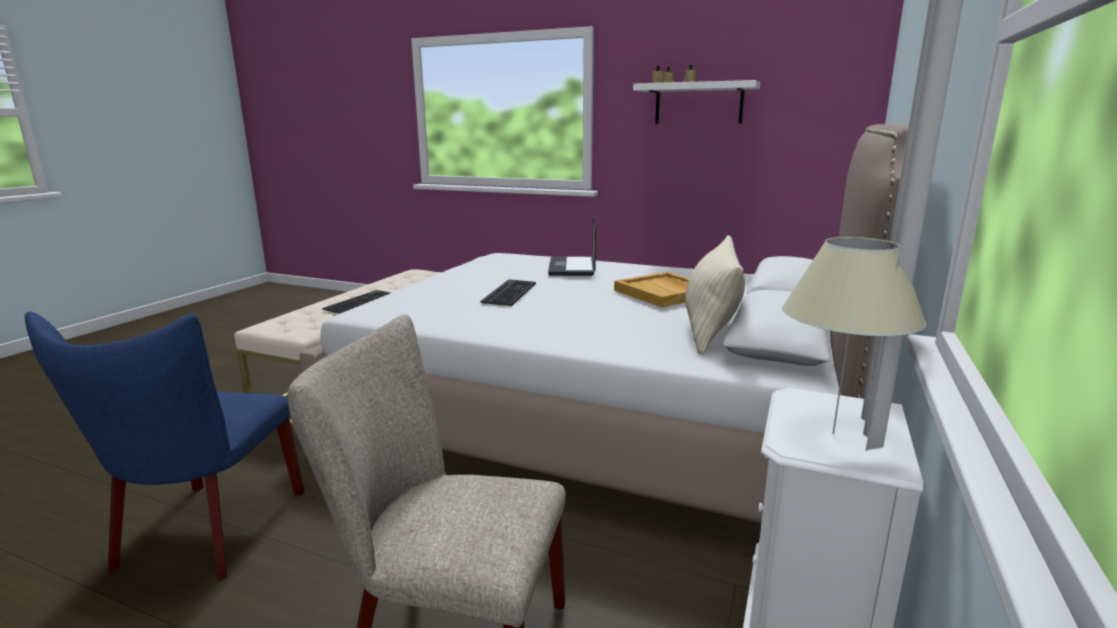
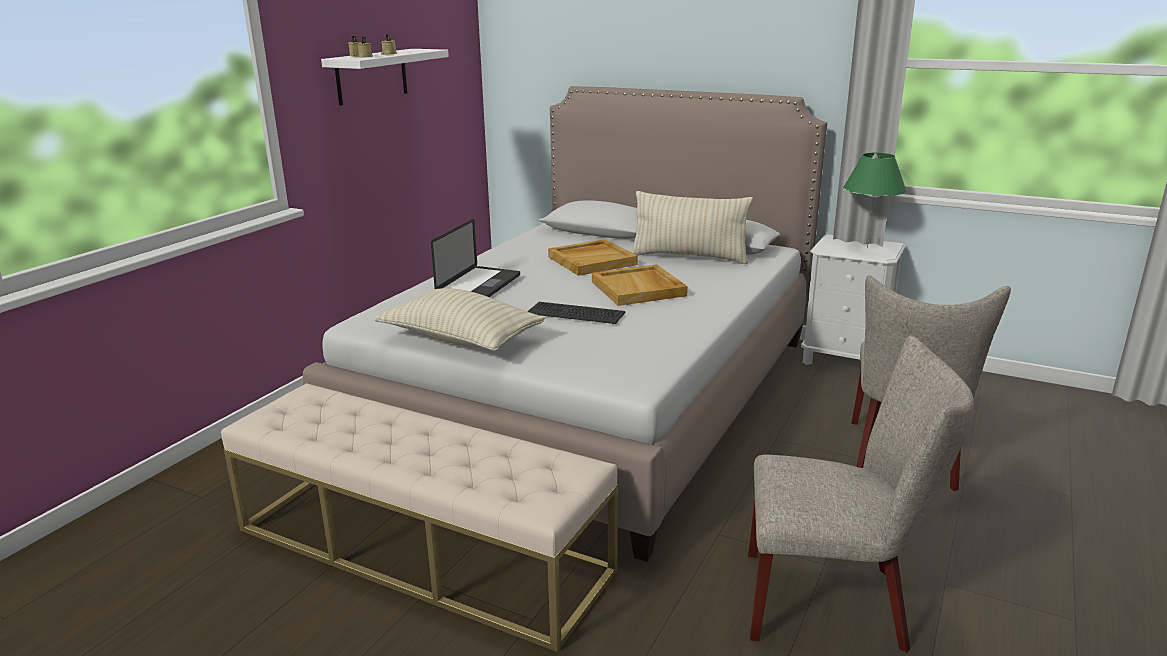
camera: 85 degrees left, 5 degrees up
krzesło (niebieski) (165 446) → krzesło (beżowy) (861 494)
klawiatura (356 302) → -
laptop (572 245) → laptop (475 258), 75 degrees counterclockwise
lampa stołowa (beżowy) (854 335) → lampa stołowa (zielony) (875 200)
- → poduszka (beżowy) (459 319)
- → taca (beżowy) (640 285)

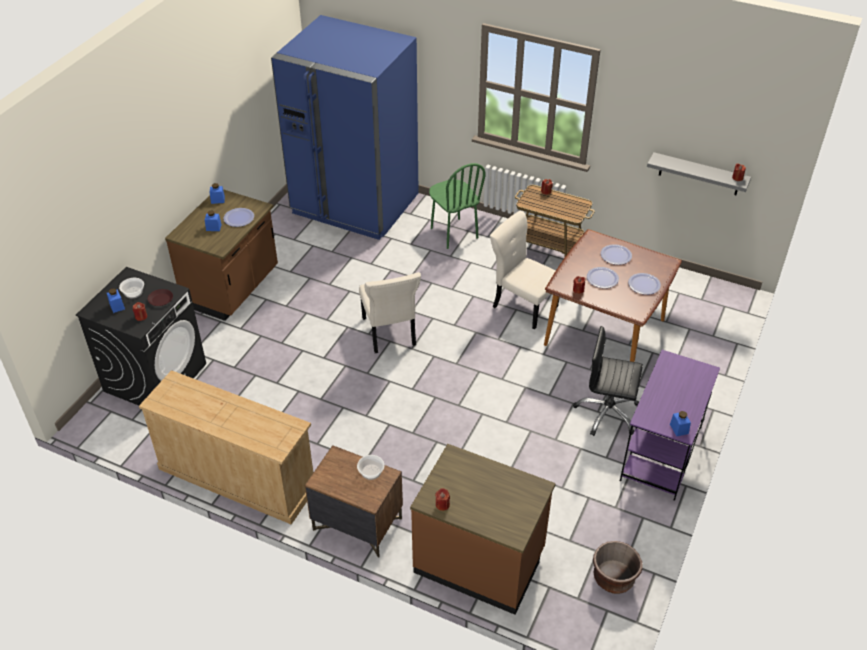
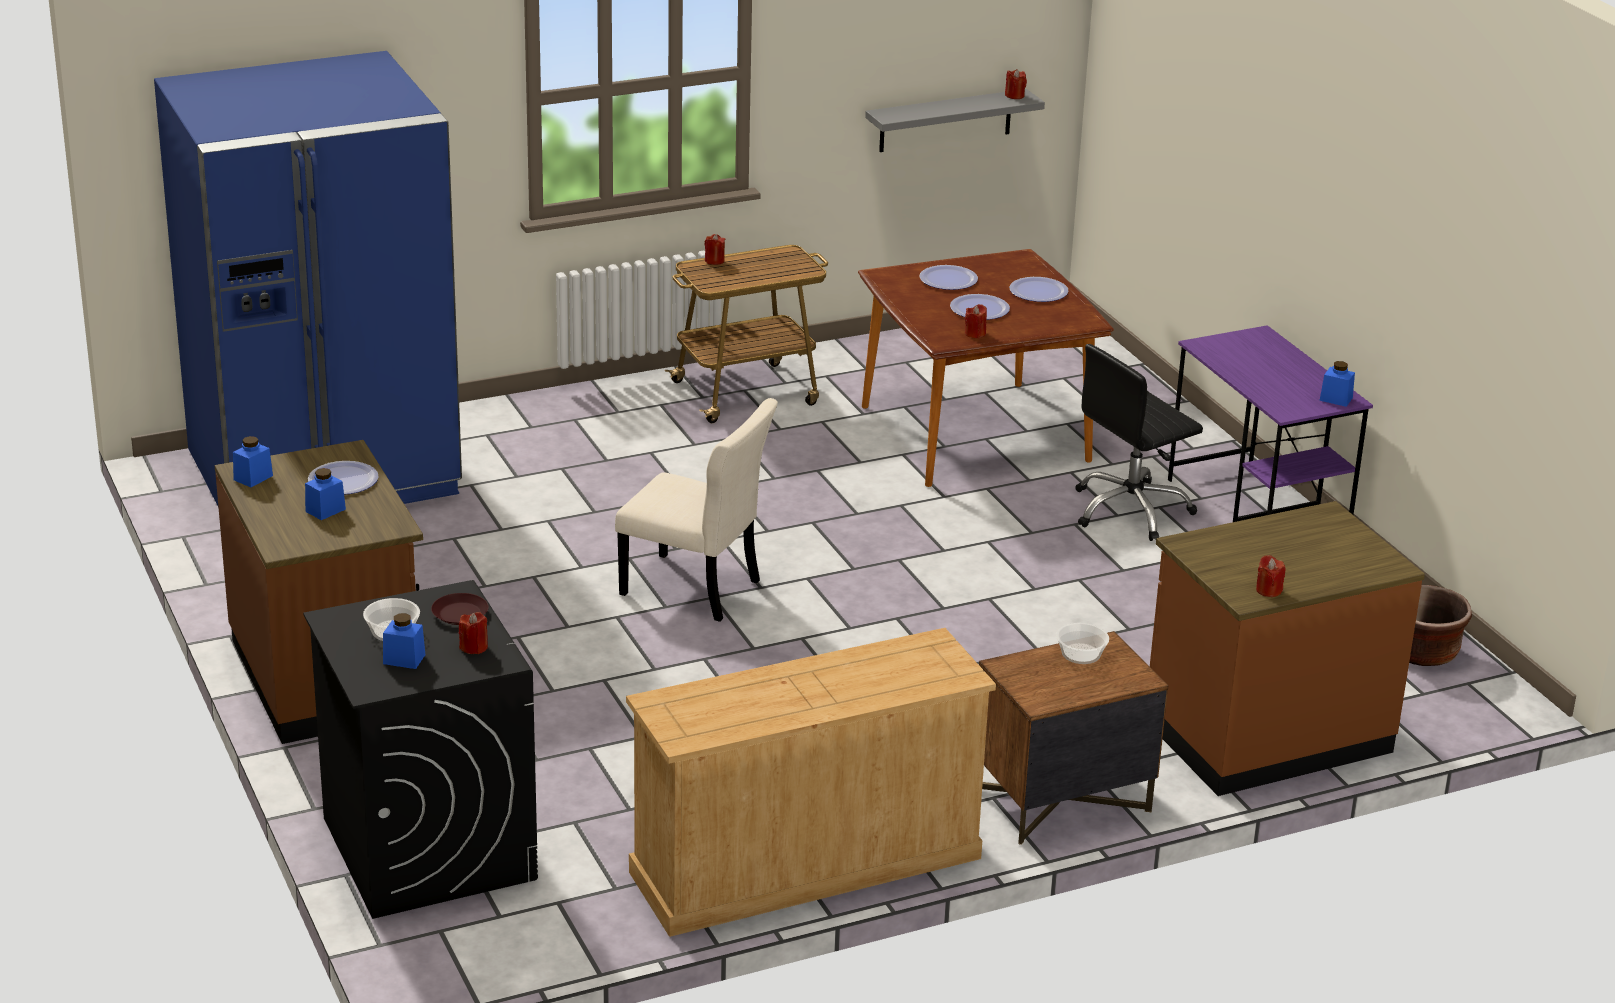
camera: 50 degrees left, 15 degrees down
krzesło (zielony) (457 206) → -
krzesło (beżowy) (524 270) → -

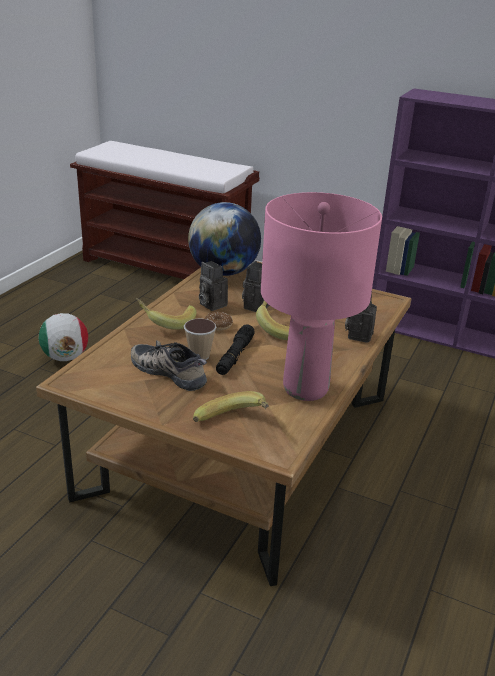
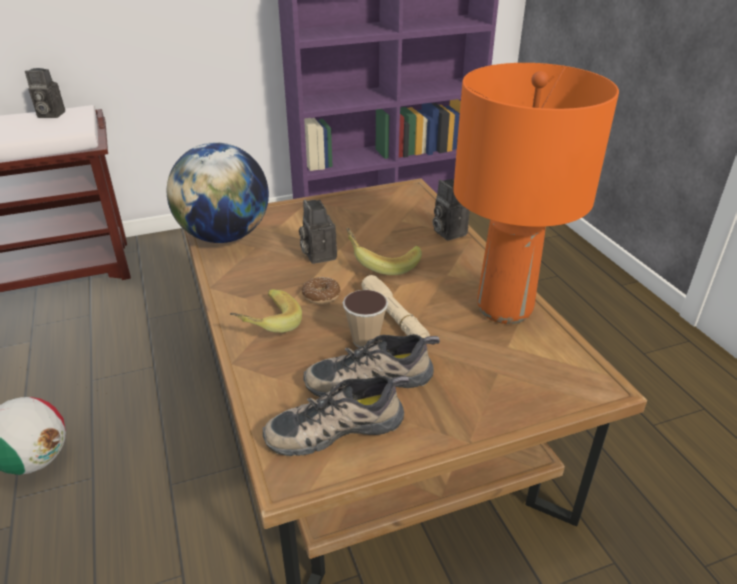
camera: 45 degrees left, 5 degrees up
banan (231 406) → -
aparat fotograficzny (213 286) → aparat fotograficzny (45 93), relocated
latarka (czarny) (235 349) → latarka (beżowy) (395 306)
lampa stołowa (różowy) (321 296) → lampa stołowa (pomarańczowy) (536 193)
- → but (336 416)

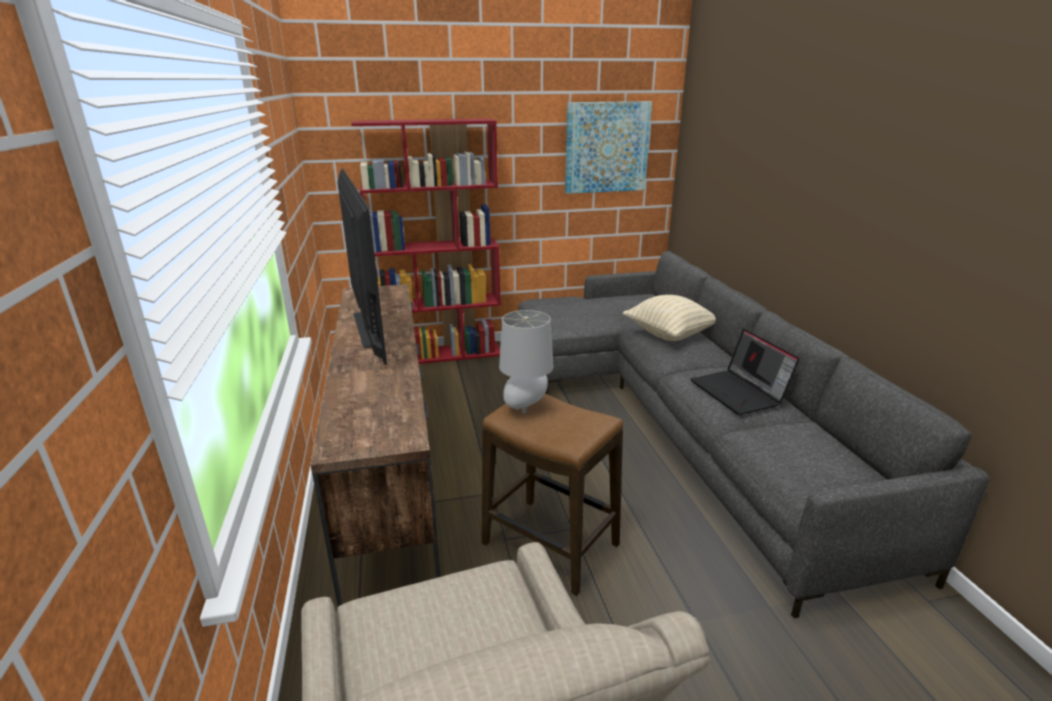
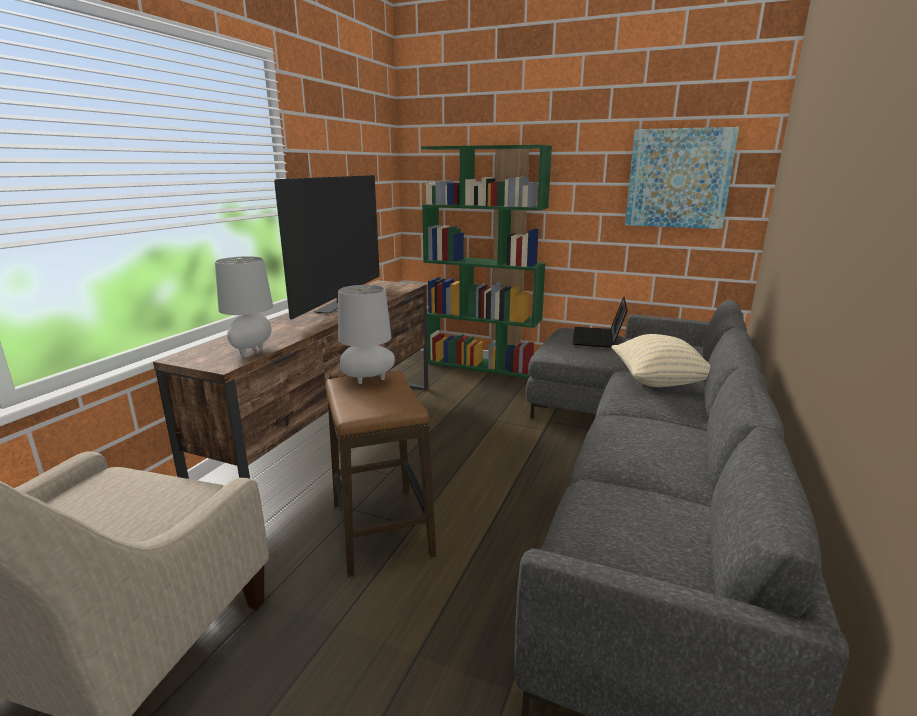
camera: 35 degrees right, 5 degrees down
regał (czerwony) (426 241) → regał (zielony) (486 261)
laptop (744 372) → laptop (600 322), relocated
- → lampa stołowa (szary) (244 306)

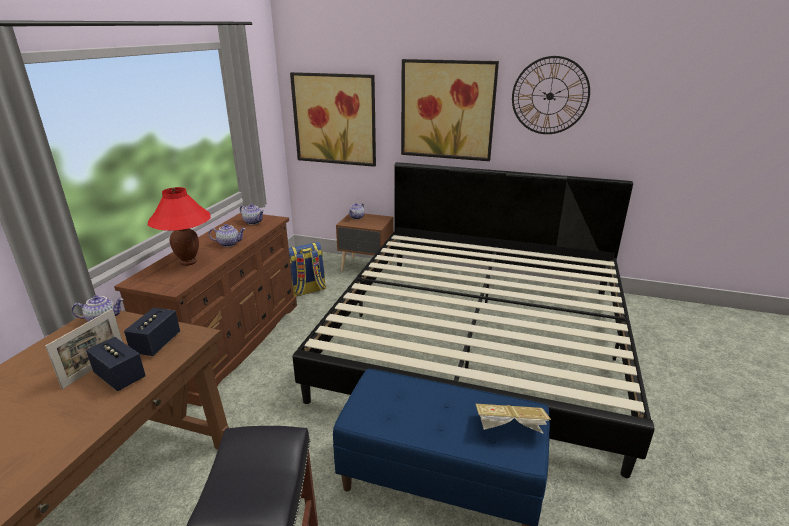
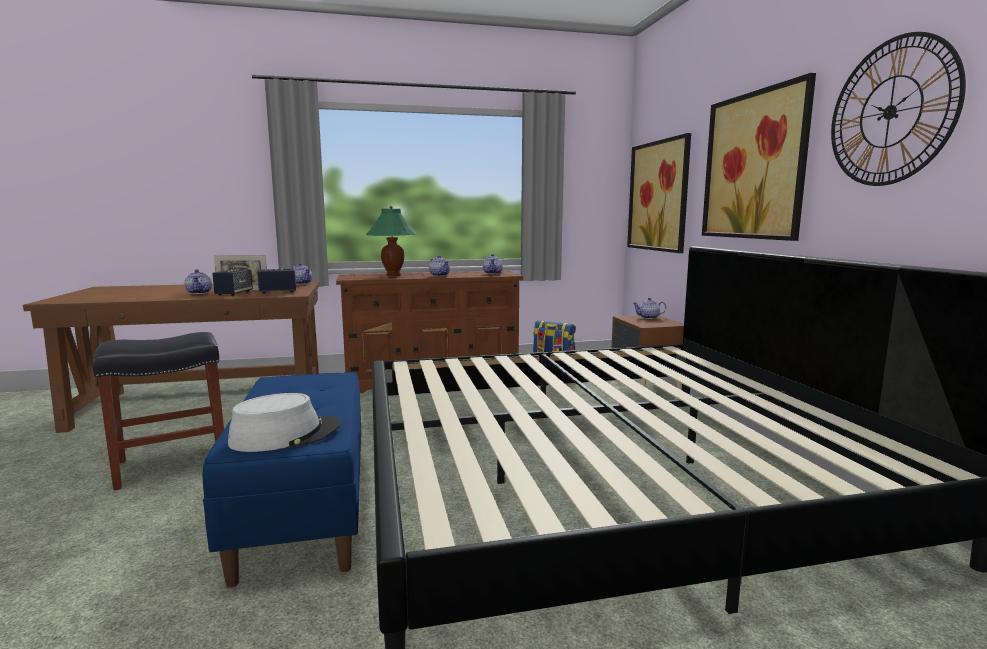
camera: 60 degrees right, 15 degrees down
lampa stołowa (czerwony) (179 226) → lampa stołowa (zielony) (391 241)
książka (513 419) → kapelusz (szary) (284 422)
- → imbryk (198 281)

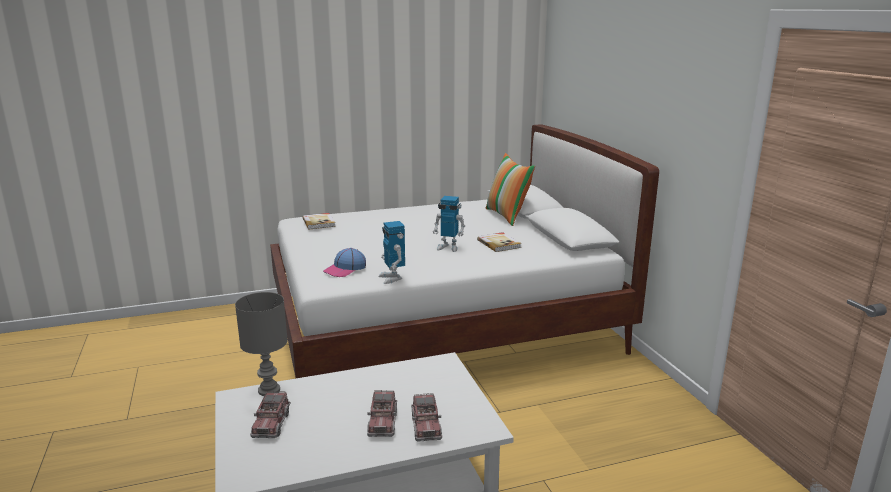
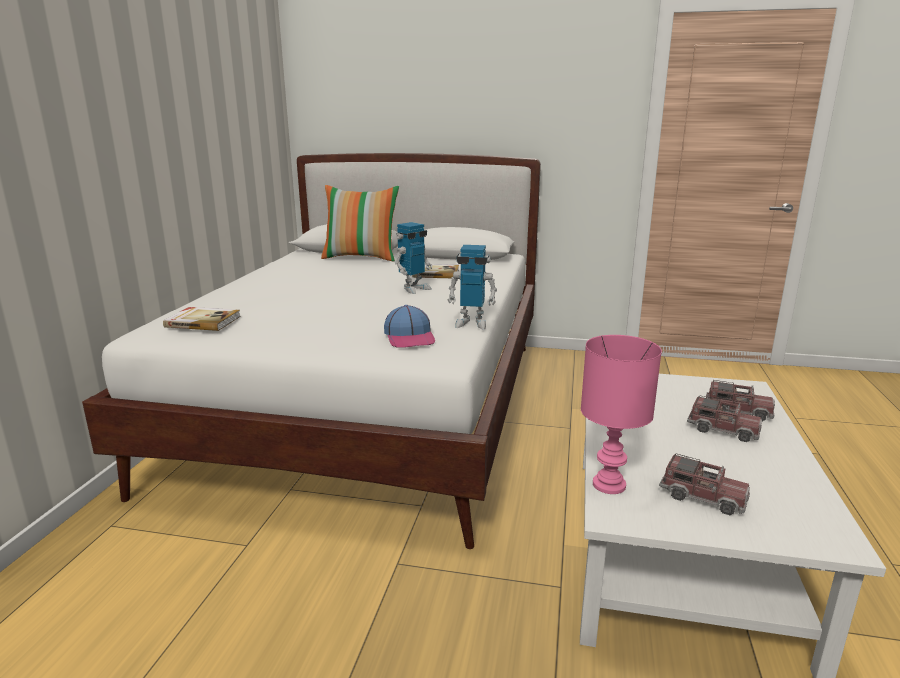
camera: 60 degrees left, 0 degrees up
lampa stołowa (szary) (261 344) → lampa stołowa (różowy) (621 414)

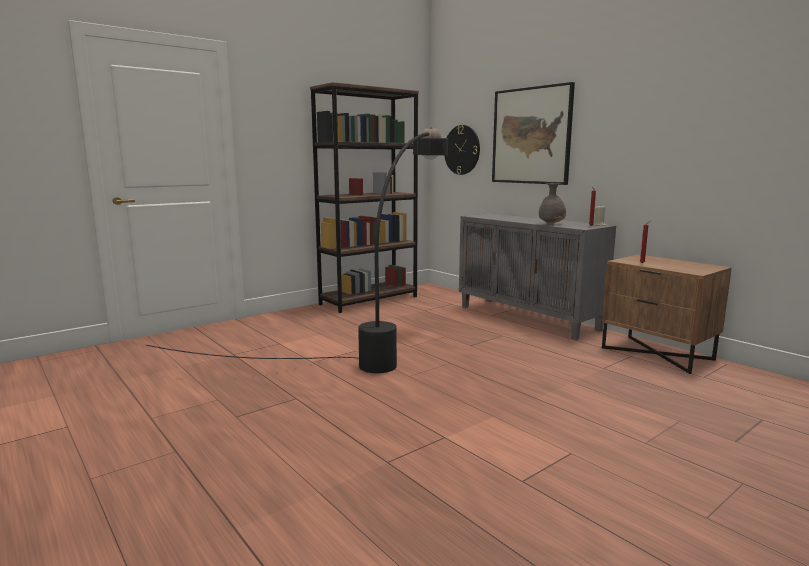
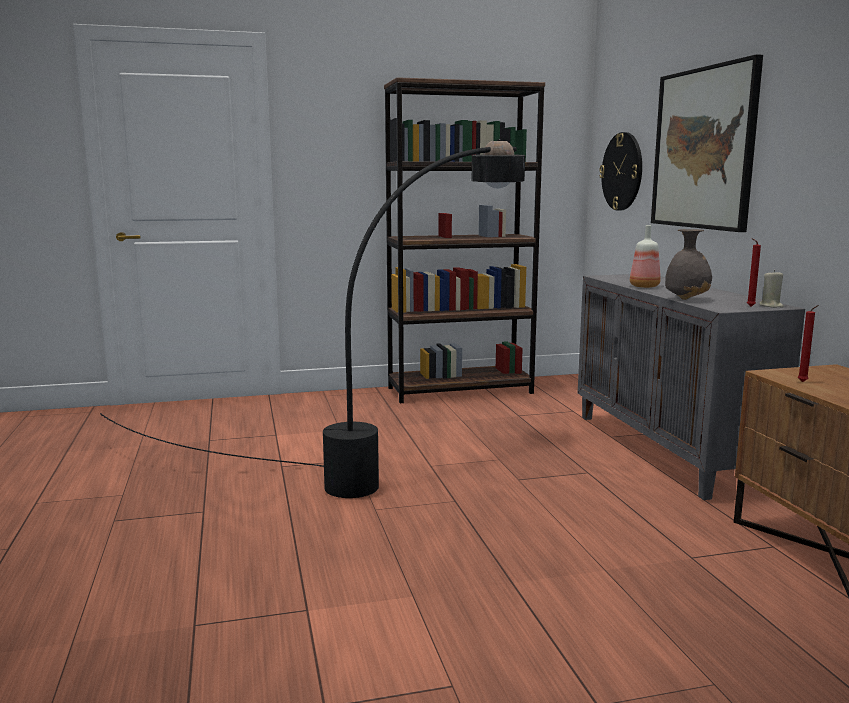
camera: 25 degrees right, 0 degrees up
- → butelka (645 256)

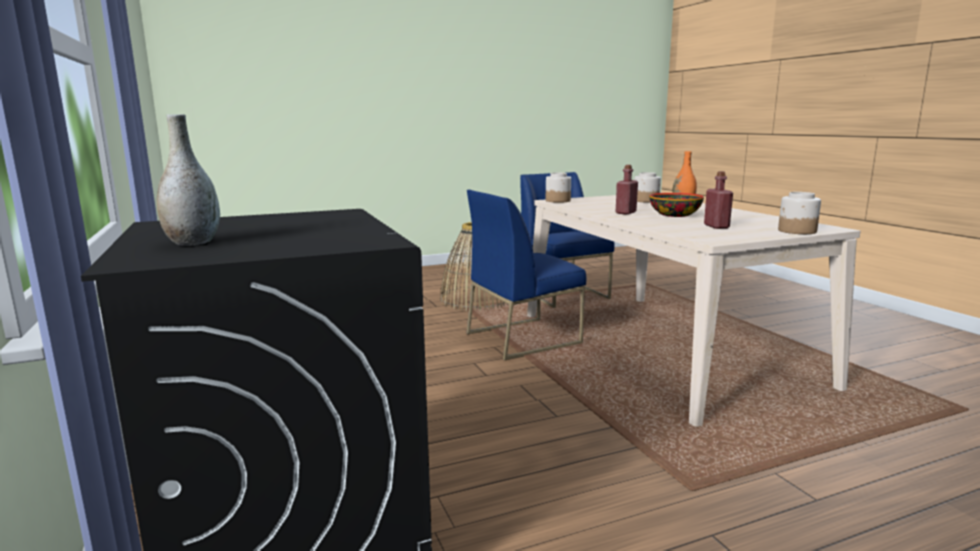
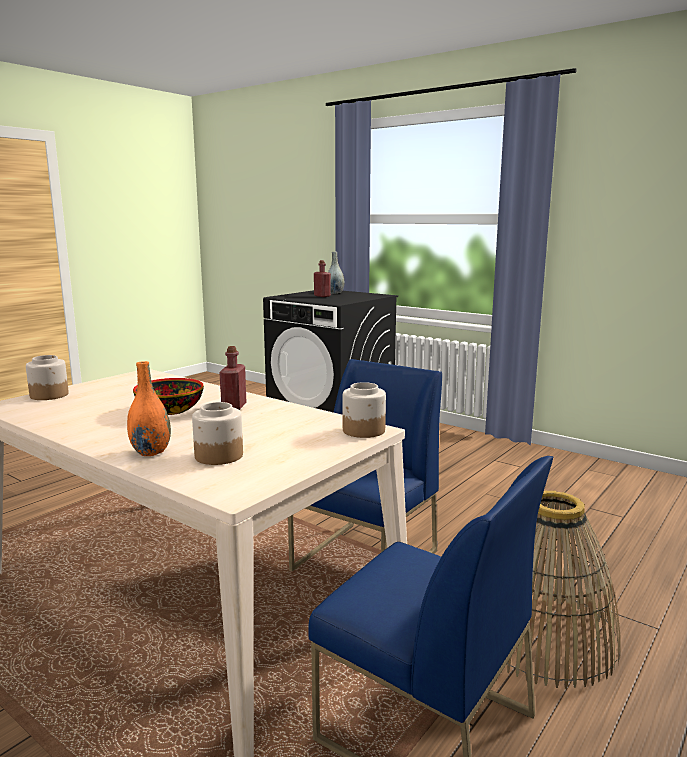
camera: 150 degrees right, 0 degrees up
butelka (czerwony) (718 200) → butelka (czerwony) (322 278), relocated

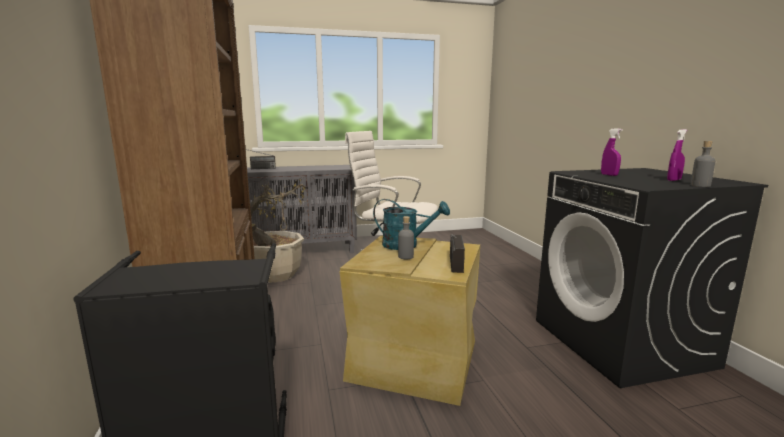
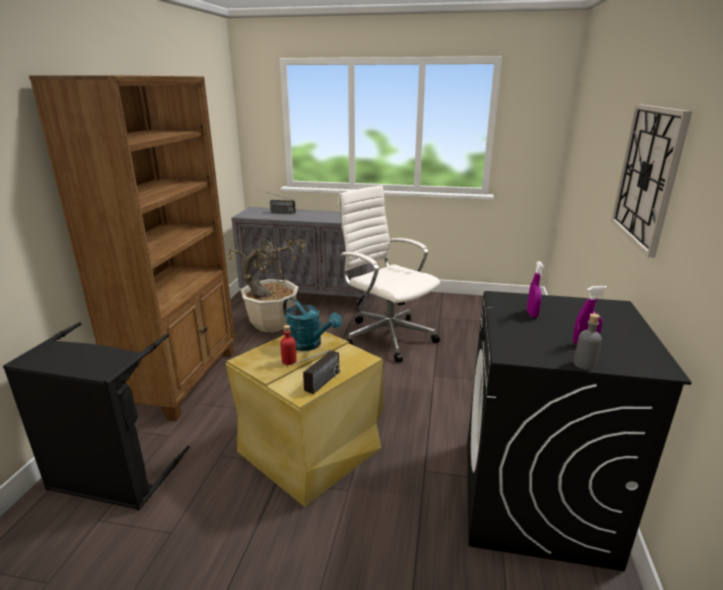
camera: 25 degrees right, 10 degrees up
butelka (szary) (406 237) → butelka (czerwony) (288 345)
- → zegar ścienny (651 181)

